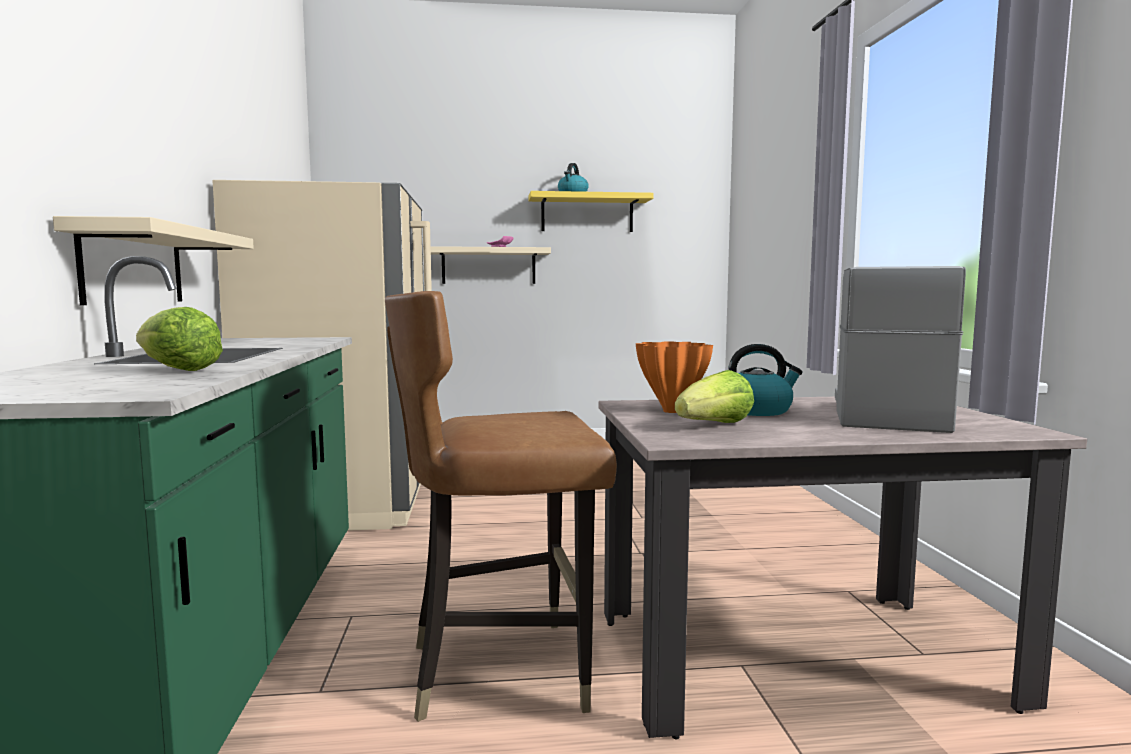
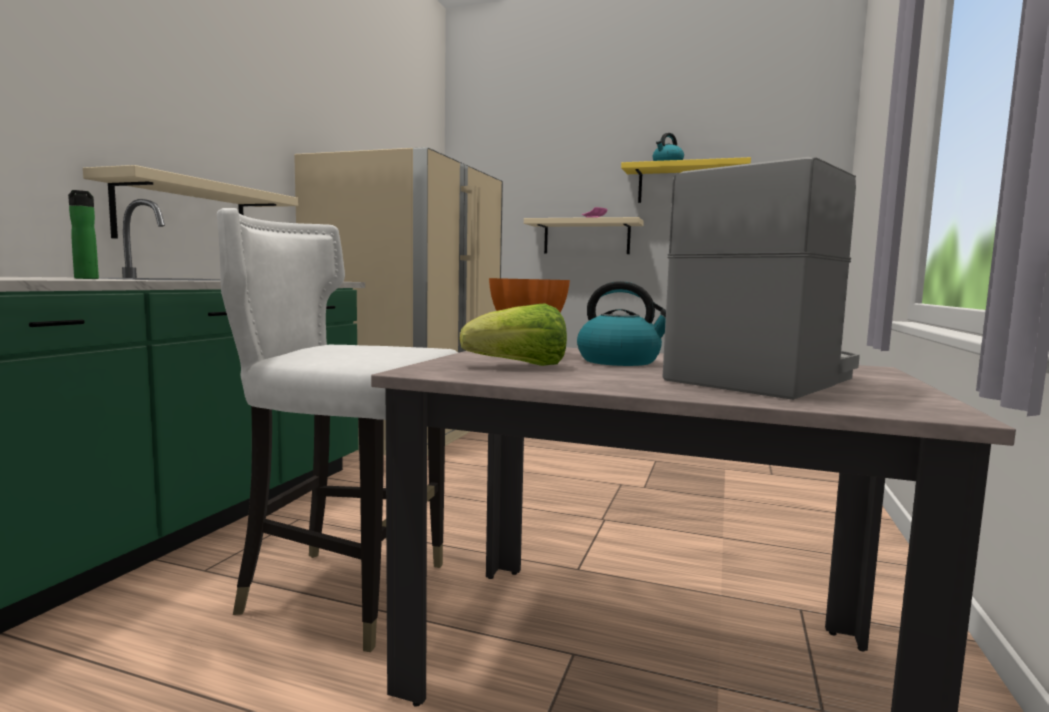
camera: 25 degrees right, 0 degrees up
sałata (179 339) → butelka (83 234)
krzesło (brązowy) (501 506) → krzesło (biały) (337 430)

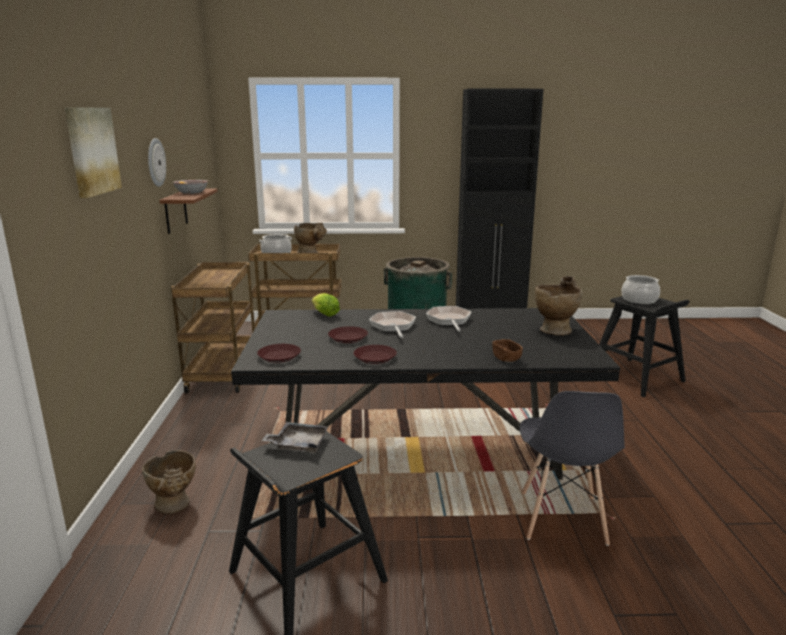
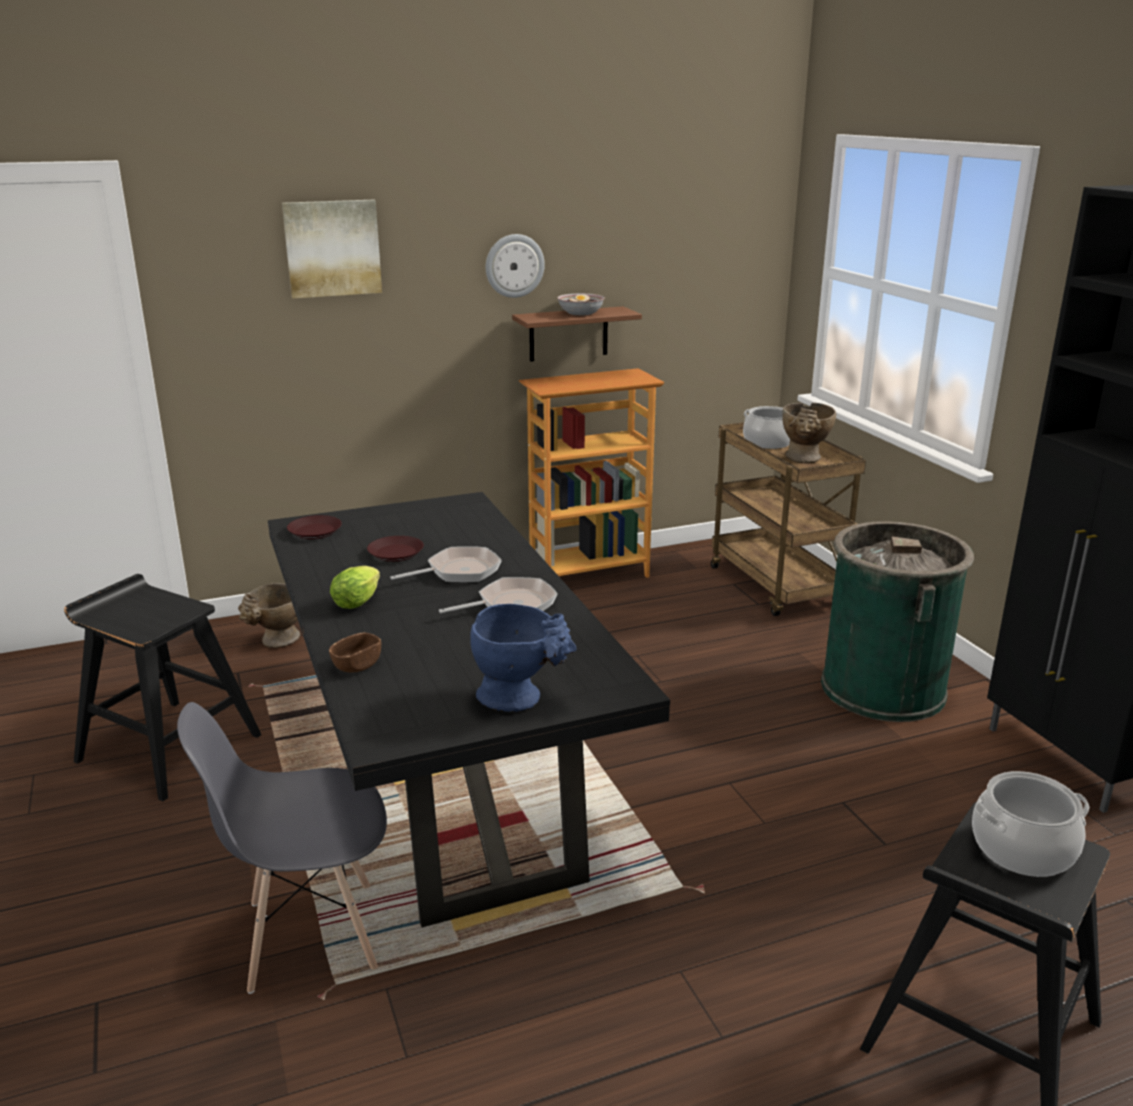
camera: 70 degrees right, 5 degrees up
wózek (brązowy) (213 327) → regał (591 473)
taca (szary) (295 437) → -
sałata (326 304) → sałata (355 587), relocated
talerz (brązowy) (375 354) → -
wazon (beżowy) (559 306) → wazon (niebieski) (523 658)

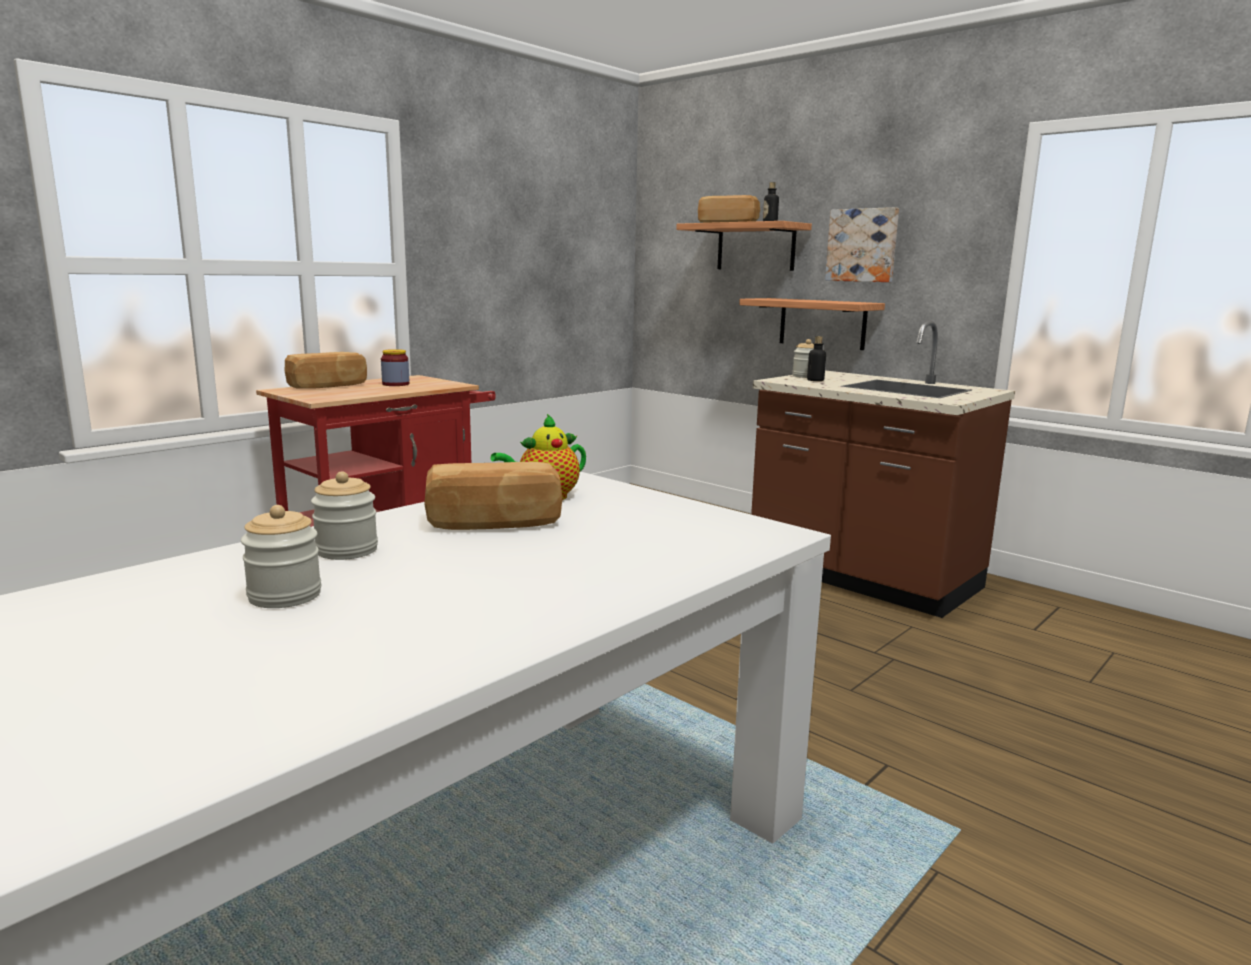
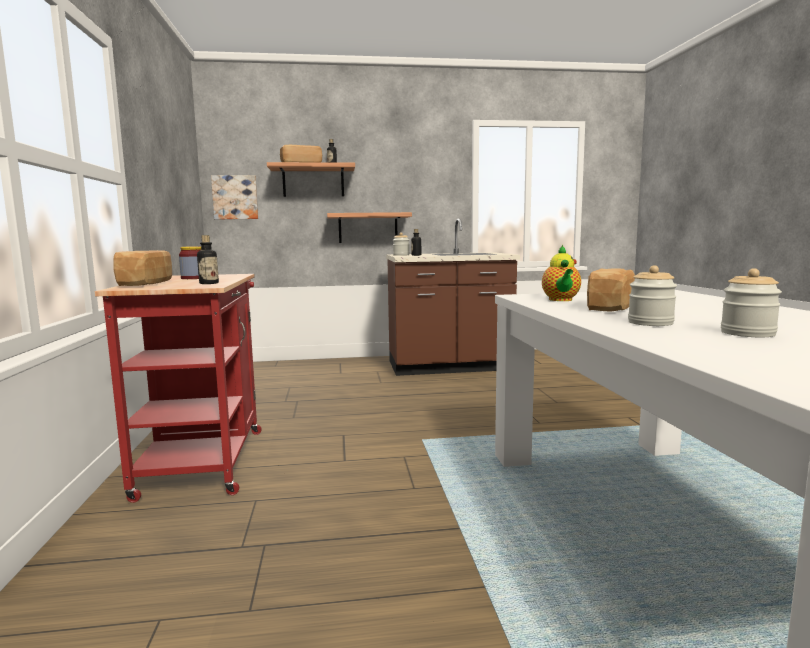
camera: 50 degrees left, 5 degrees down
obraz (862 244) → obraz (235 197), relocated
- → butelka (208 259)

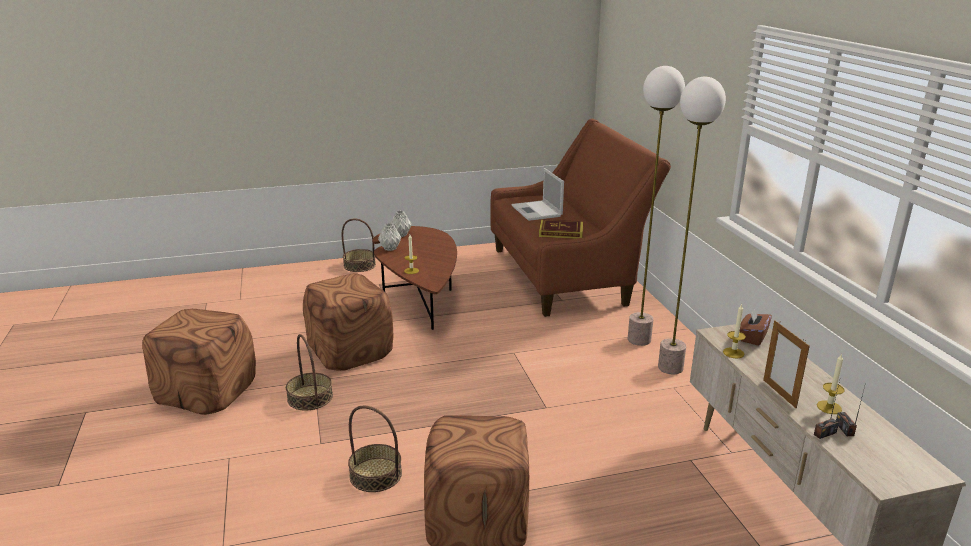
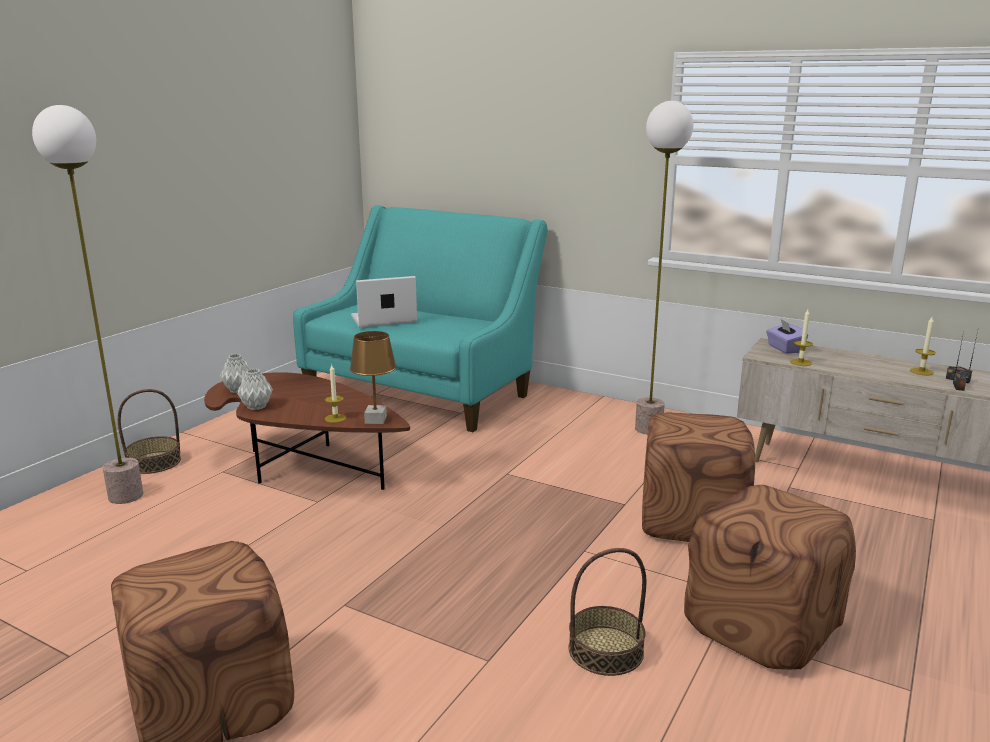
camera: 45 degrees left, 5 degrees down
koszyk (309 372) → -
pufa (brązowy) (348 322) → pufa (brązowy) (698 477), relocated
kanapa (brązowy) (581 218) → kanapa (turkusowy) (420 318)
laptop (537 194) → laptop (384 302), 135 degrees clockwise
książka (561 229) → -
lampa stojąca (656 206) → lampa stojąca (87 304), relocated
pudełko chusteczek (brązowy) (755 326) → pudełko chusteczek (fioletowy) (787 336)
ramka na zdjęcie (786 364) → -
- → lampa stołowa (brązowy) (373 377)

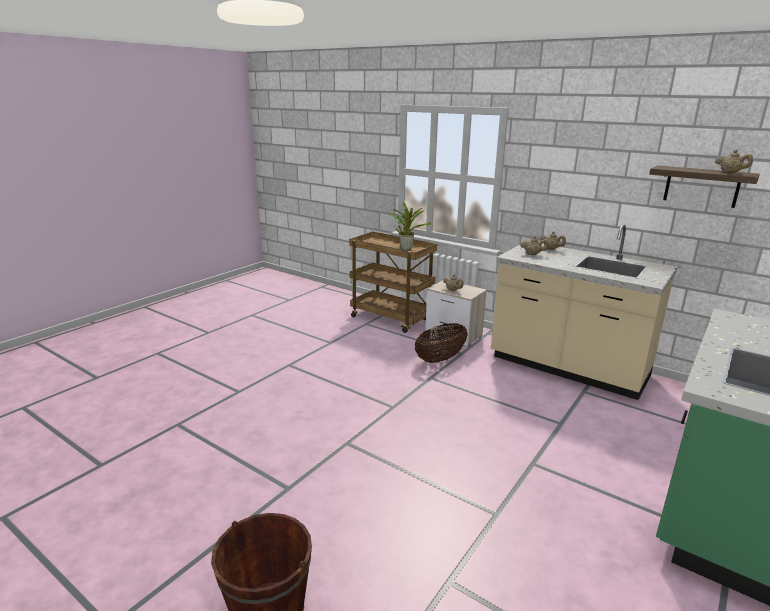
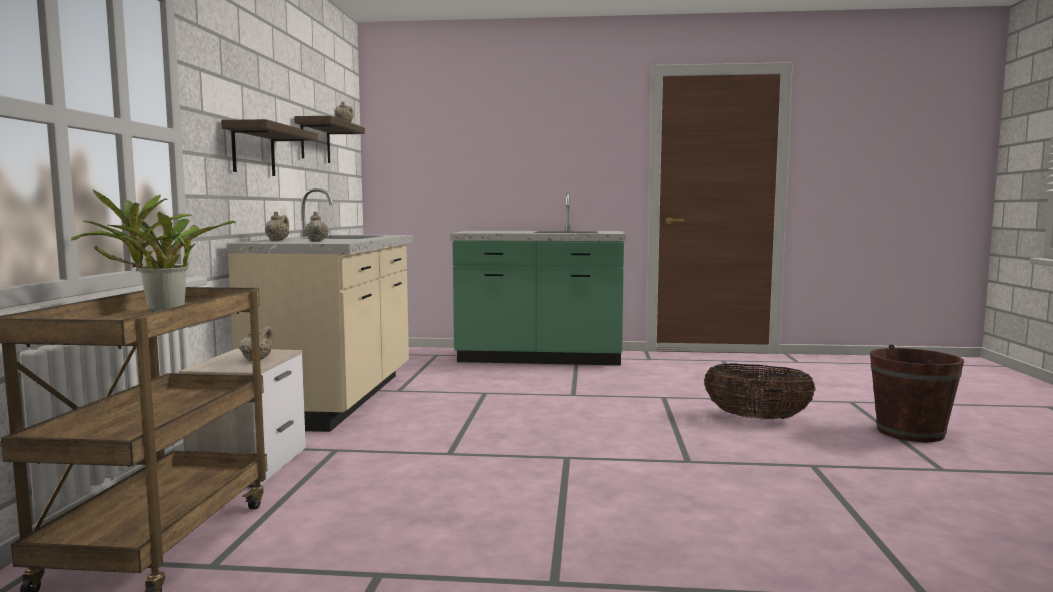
camera: 120 degrees left, 15 degrees down
koszyk (441 343) → koszyk (760 391), relocated
- → półka (269 147)

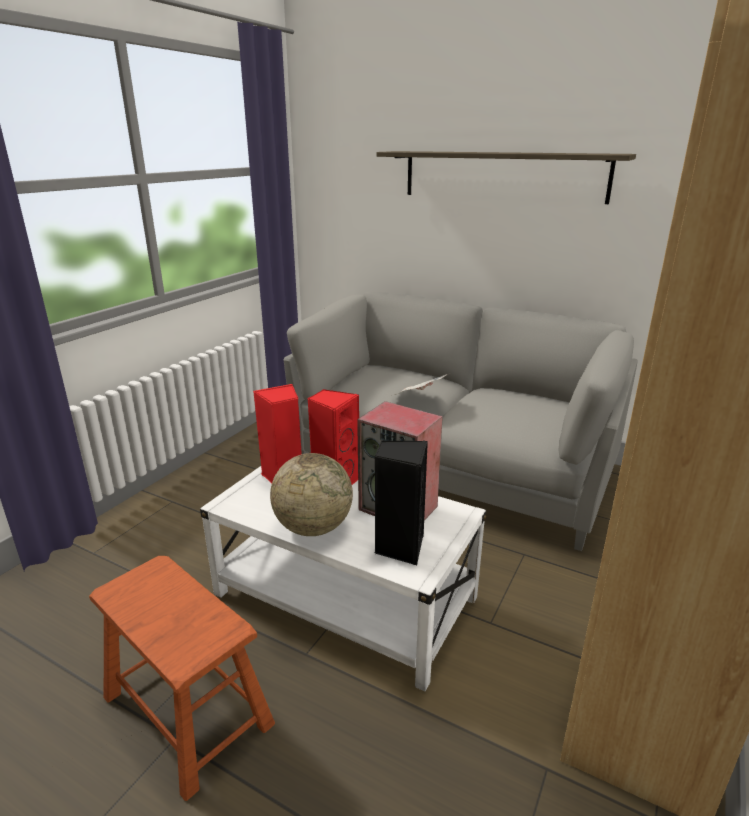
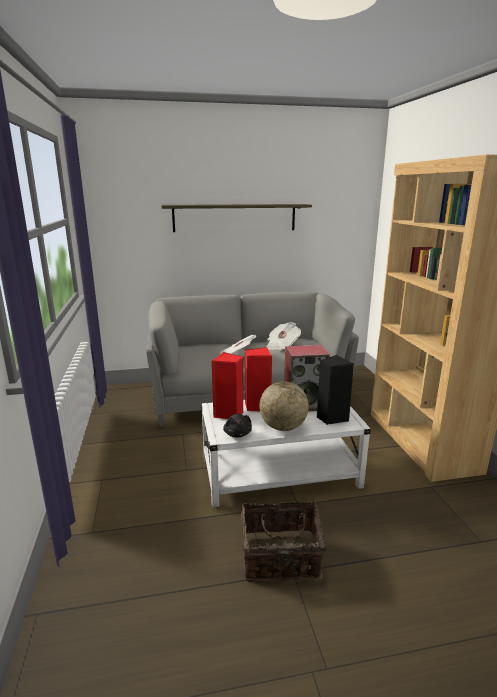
camera: 40 degrees left, 5 degrees down
stołek (brązowy) (182 678) → koszyk (284 541)
- → pluszak (czarny) (237 425)
- → gazeta (283 336)

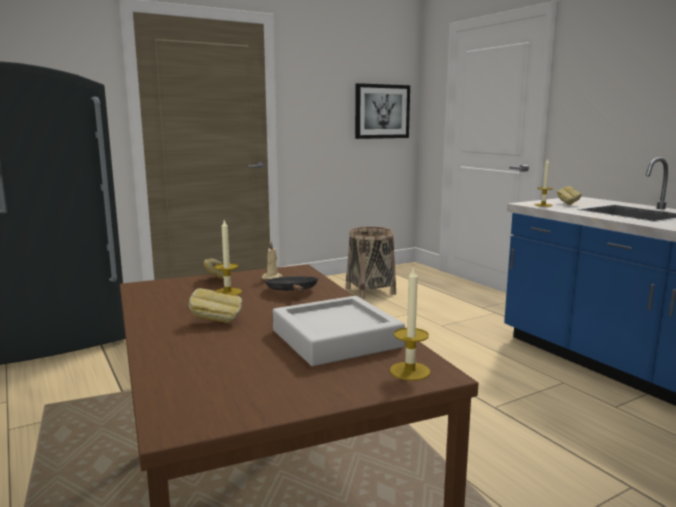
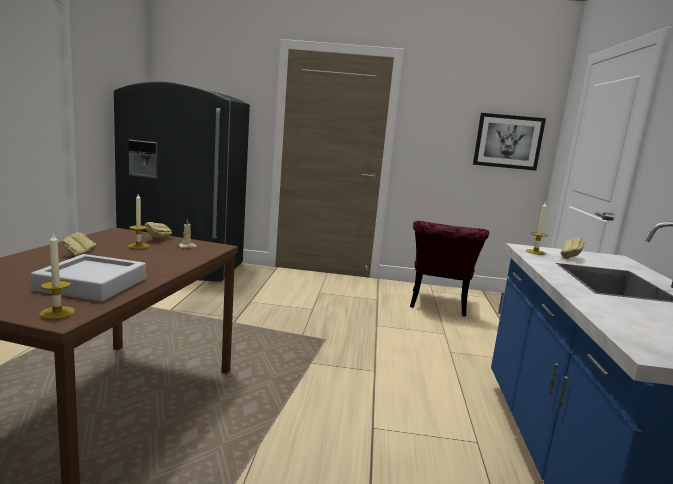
camera: 35 degrees right, 0 degrees up
patelnia (czarny) (292 284) → -
koszyk (371 263) → krzesło (czerwony) (450 269)

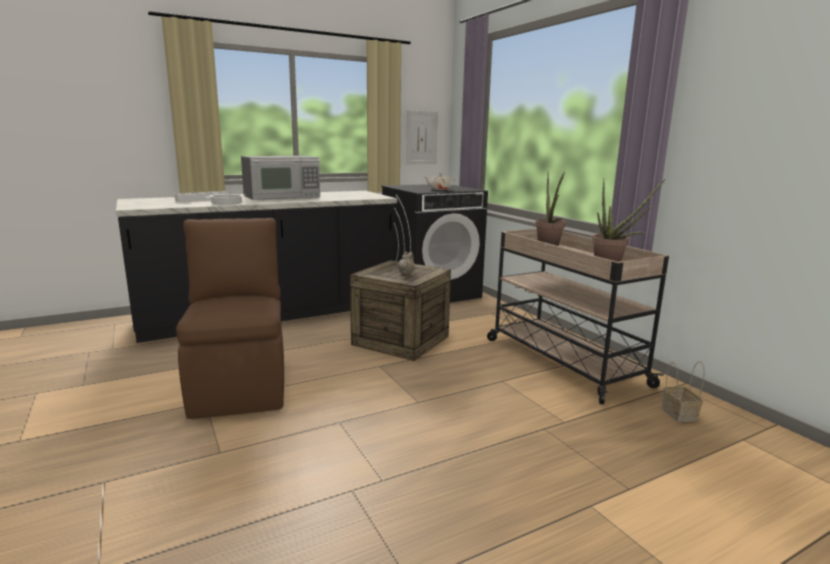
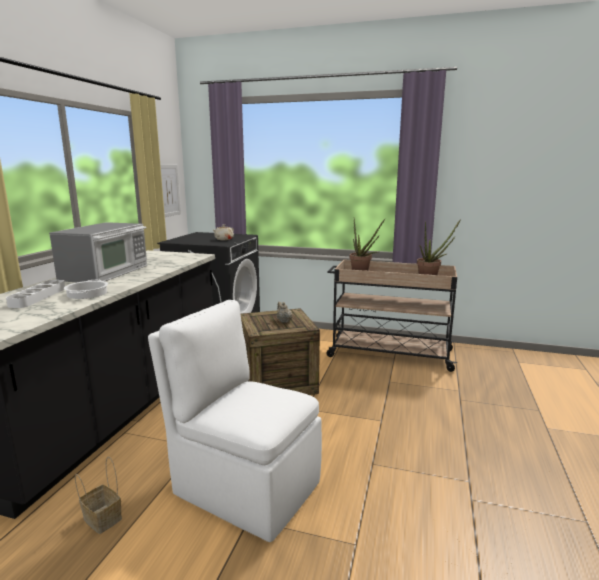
camera: 45 degrees left, 0 degrees up
krzesło (brązowy) (230 318) → krzesło (biały) (235 421)
koszyk (683 391) → koszyk (98 495), relocated

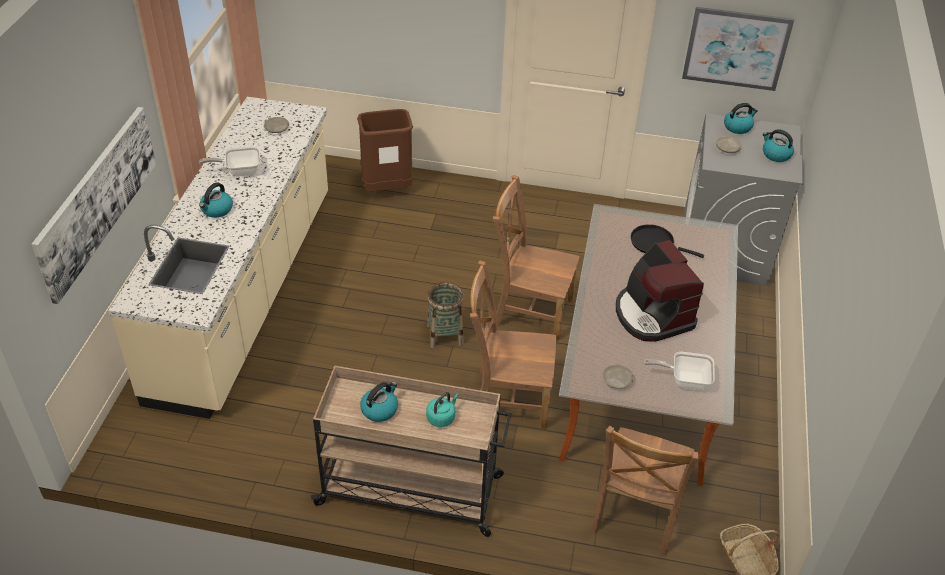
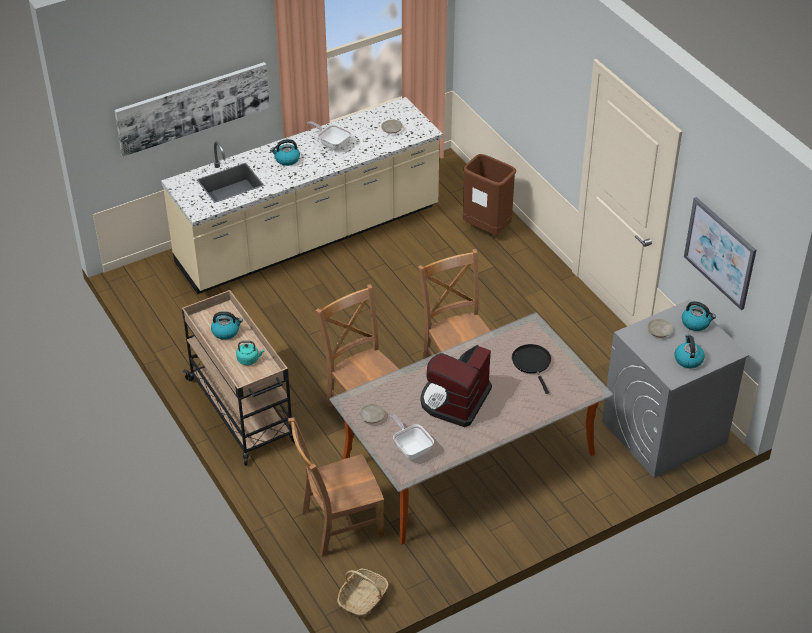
camera: 50 degrees right, 0 degrees up
koszyk (445 315) → -

